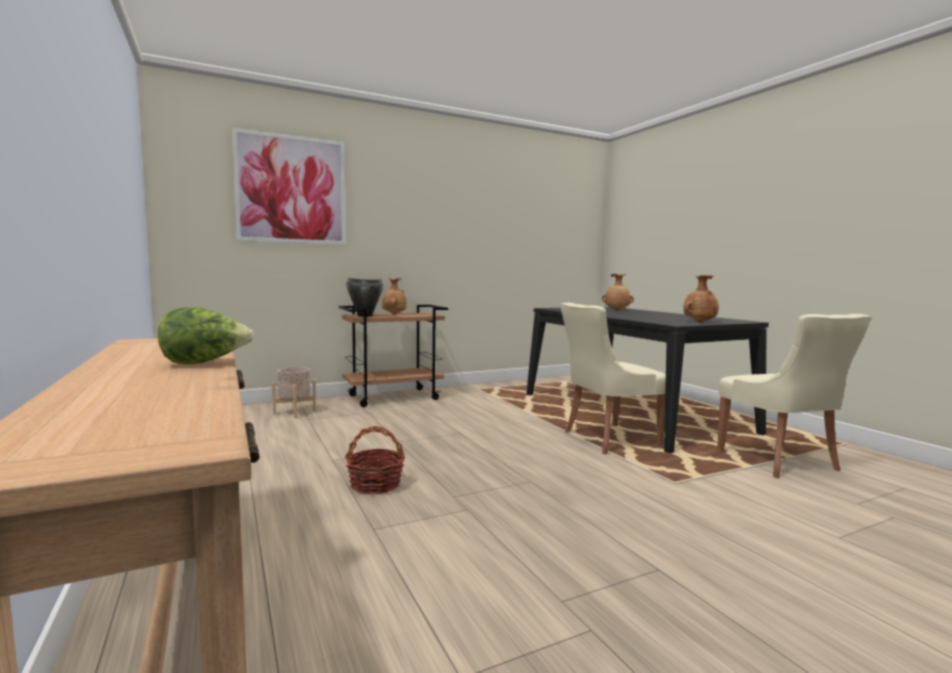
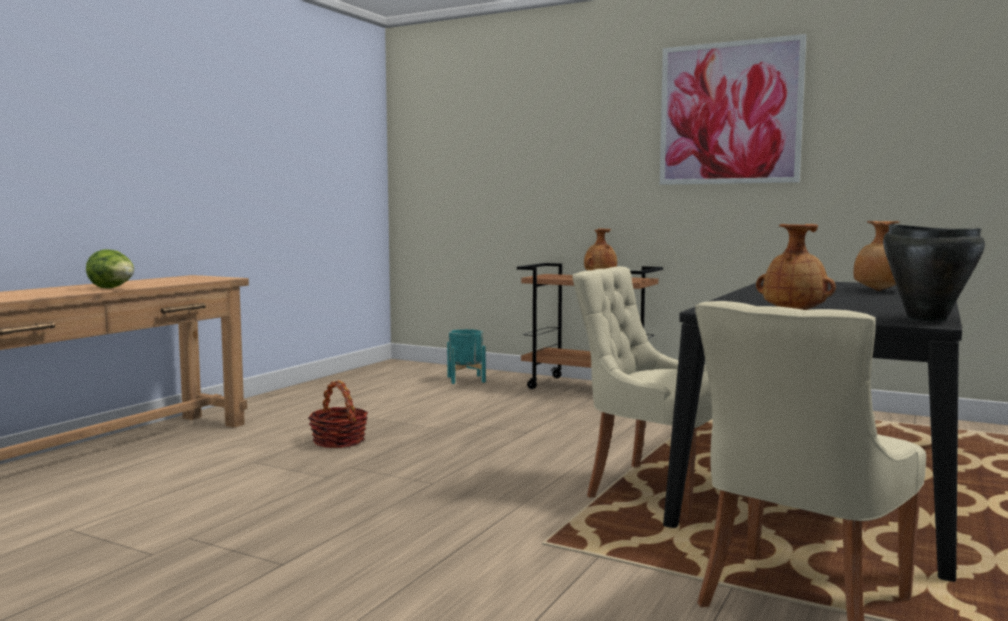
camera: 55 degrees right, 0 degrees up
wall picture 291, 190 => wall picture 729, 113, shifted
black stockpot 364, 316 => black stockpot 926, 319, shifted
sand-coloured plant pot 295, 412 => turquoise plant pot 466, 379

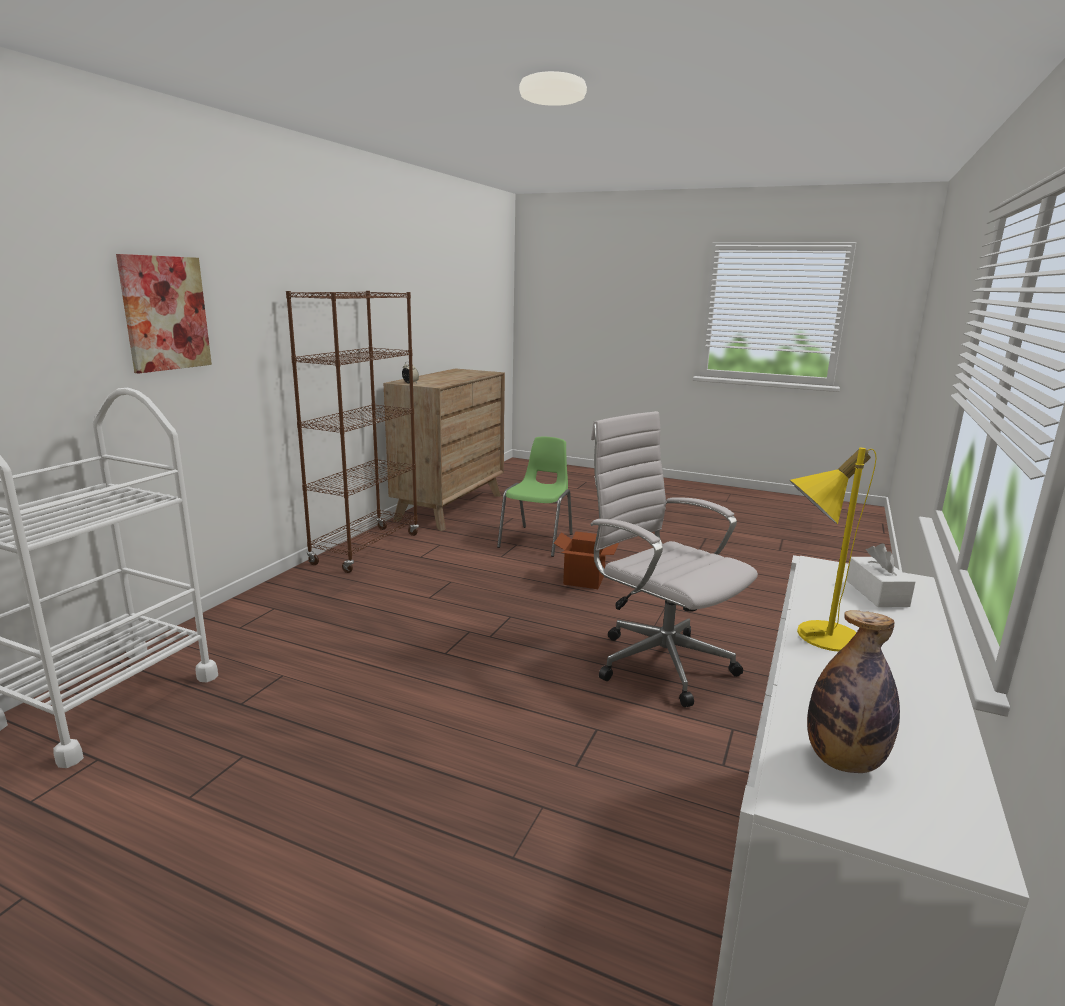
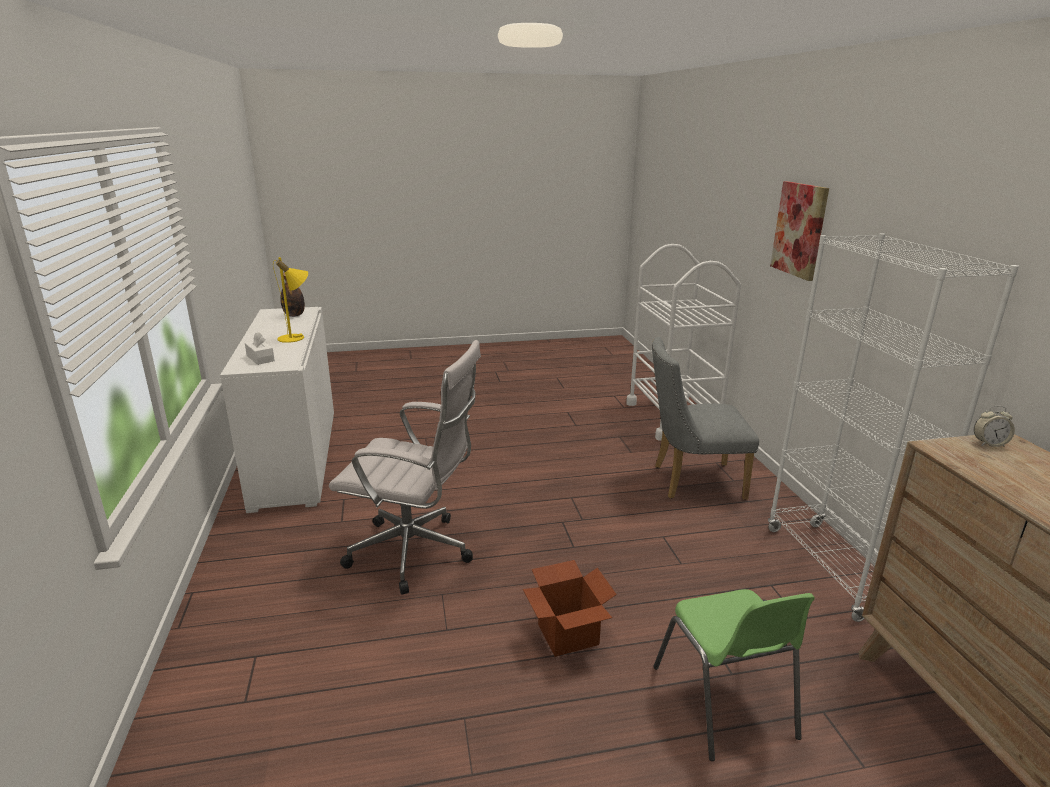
camera: 145 degrees right, 5 degrees up
nothing => gray plain chair 691, 481
brownish shelving unit 366, 549 => white-coloured shelving unit 834, 569

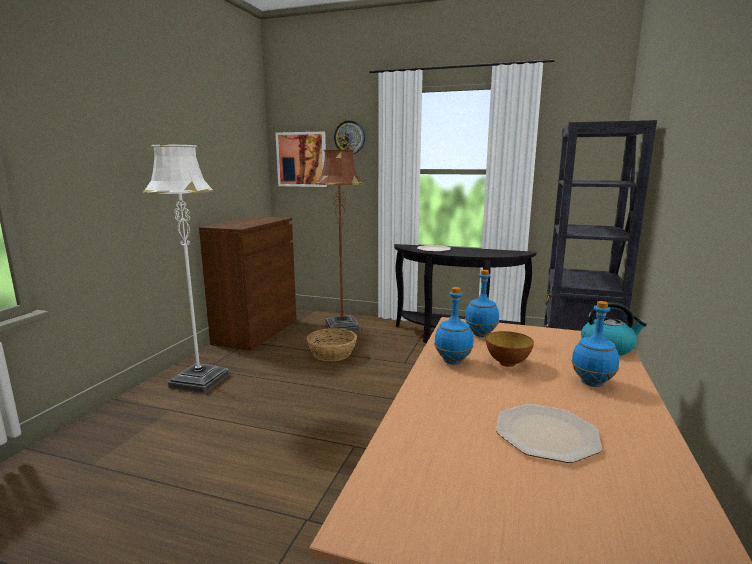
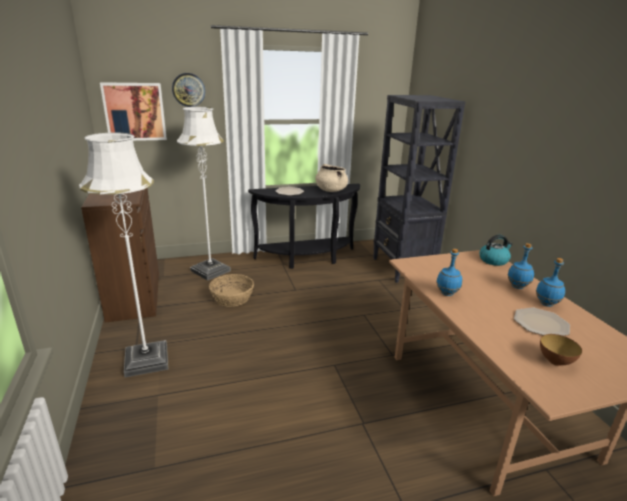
camera: 35 degrees left, 10 degrees up
nothing => sand-coloured stockpot 330, 190
bluish beverage bottle 481, 335 => bluish beverage bottle 547, 304, shifted
bowl 507, 363 => bowl 555, 361, shifted
brownish floor lamp 342, 327 => white-coloured floor lamp 210, 271

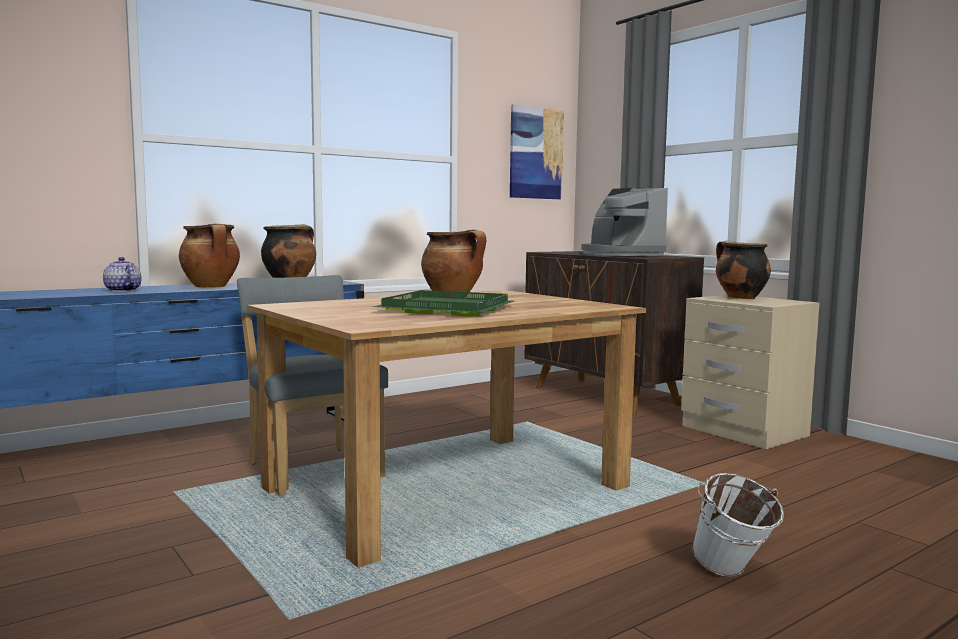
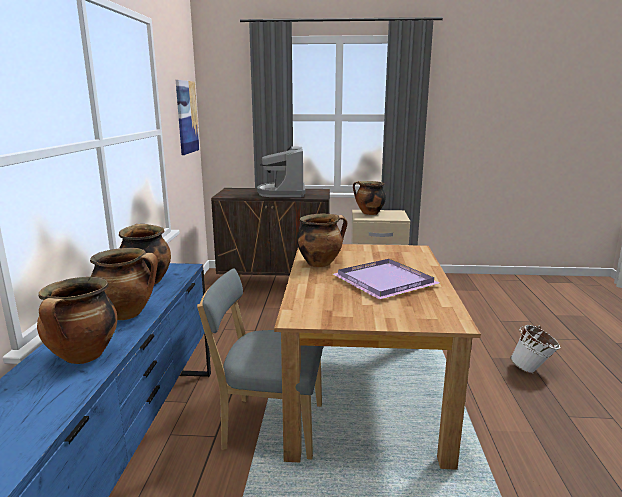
camera: 50 degrees left, 10 degrees up
pot for tea 122, 290 => stockpot 83, 357
green-coloured tray 445, 308 => purple tray 382, 281
coffee brewer 620, 254 => coffee brewer 283, 193, 75 degrees clockwise

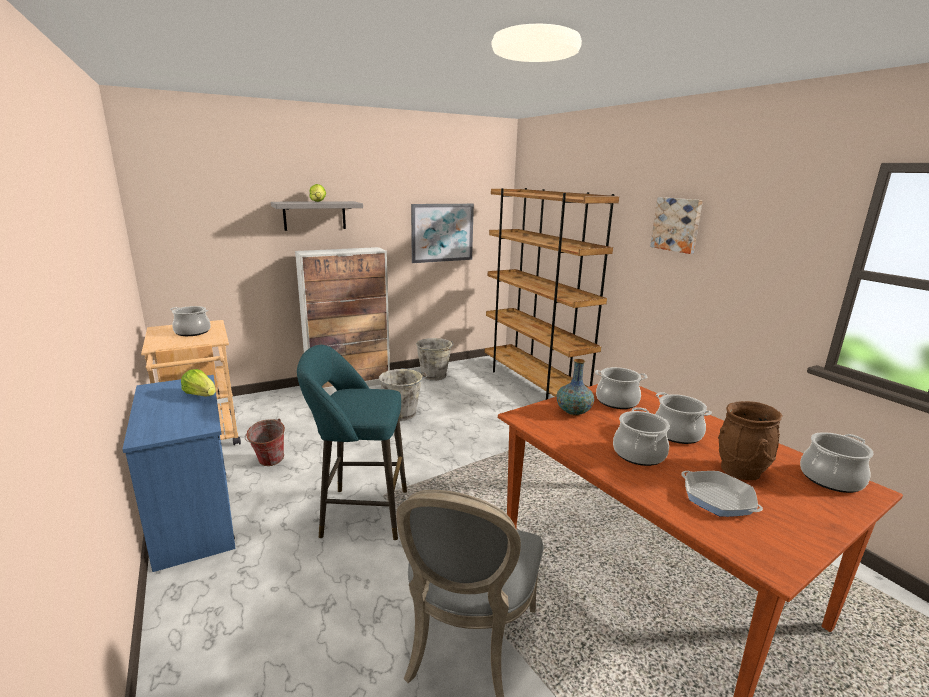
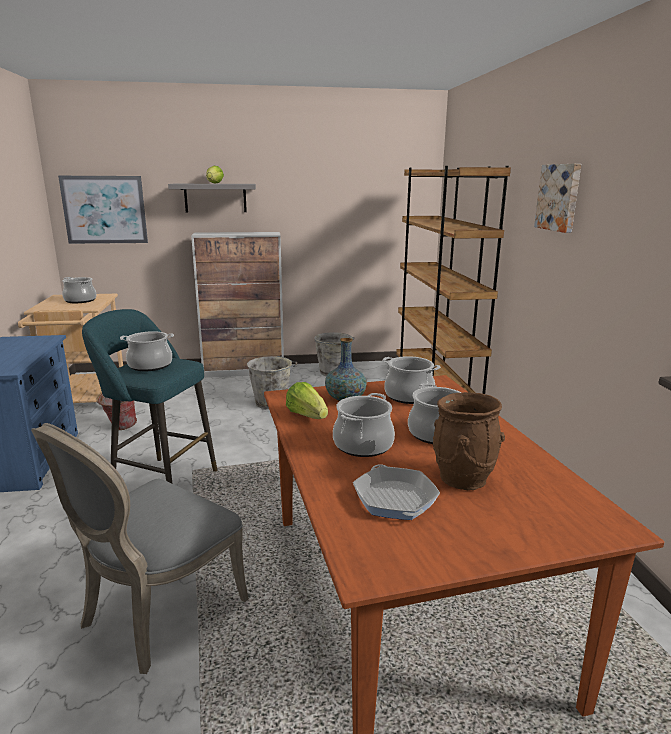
camera: 20 degrees right, 0 degrees up
lettuce 201, 395 => lettuce 307, 416, shifted
wall picture 442, 232 => wall picture 104, 210, shifted
stockpot 831, 479 => stockpot 150, 365, shifted

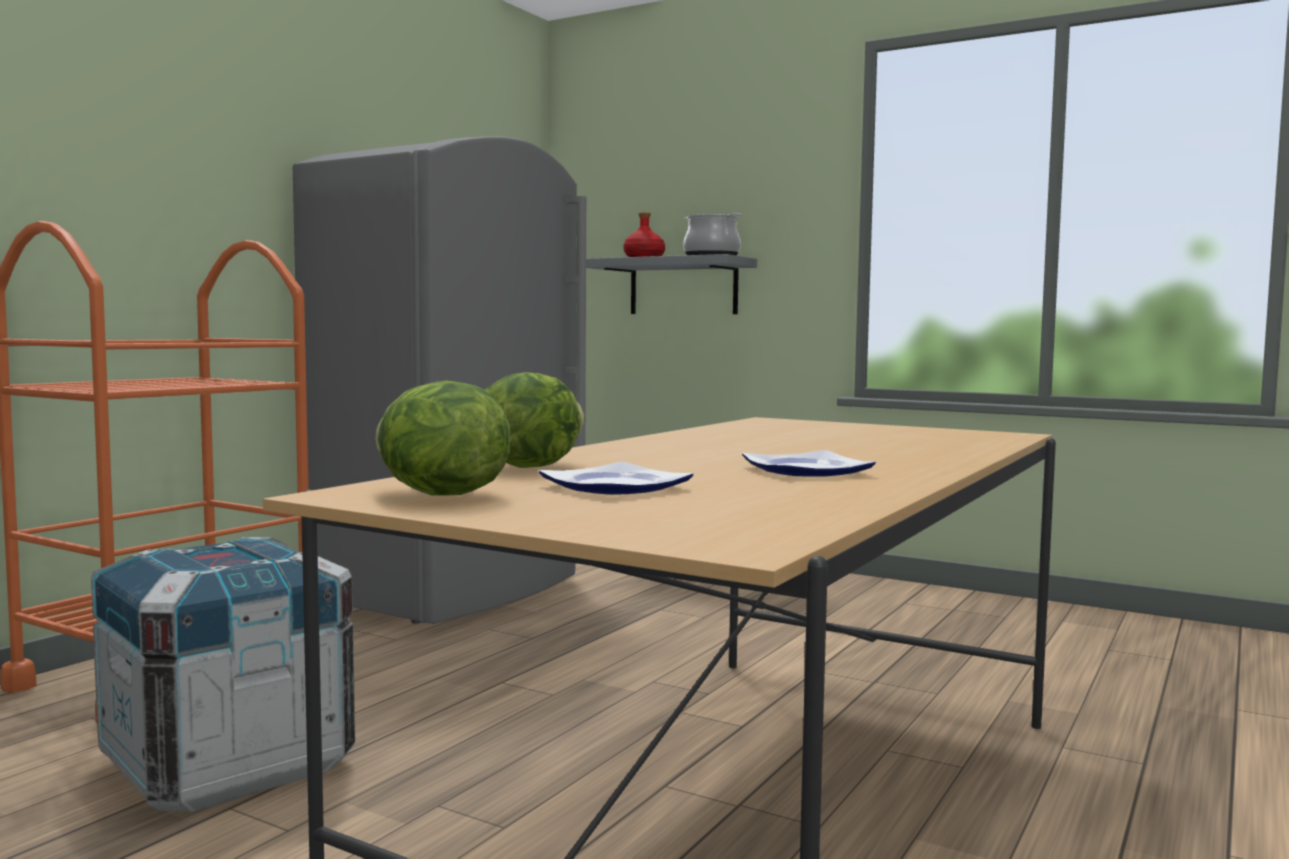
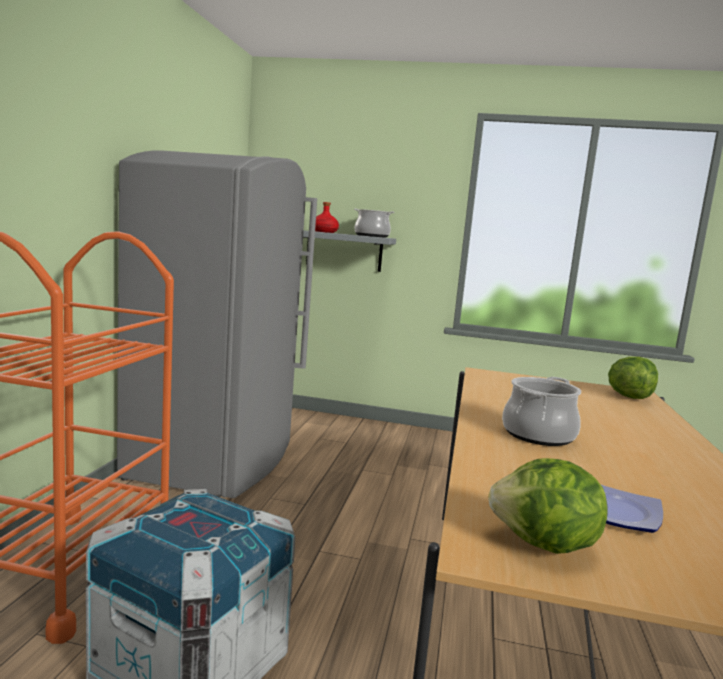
camera: 20 degrees left, 5 degrees up
plate 809, 471 => nothing
nothing => stockpot 538, 435
lettuce 527, 466 => lettuce 629, 397, shifted

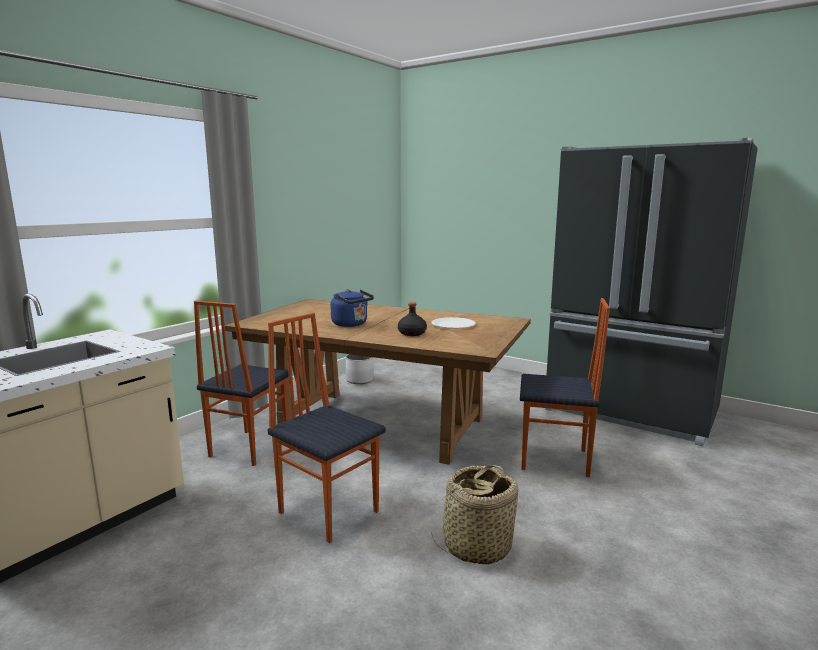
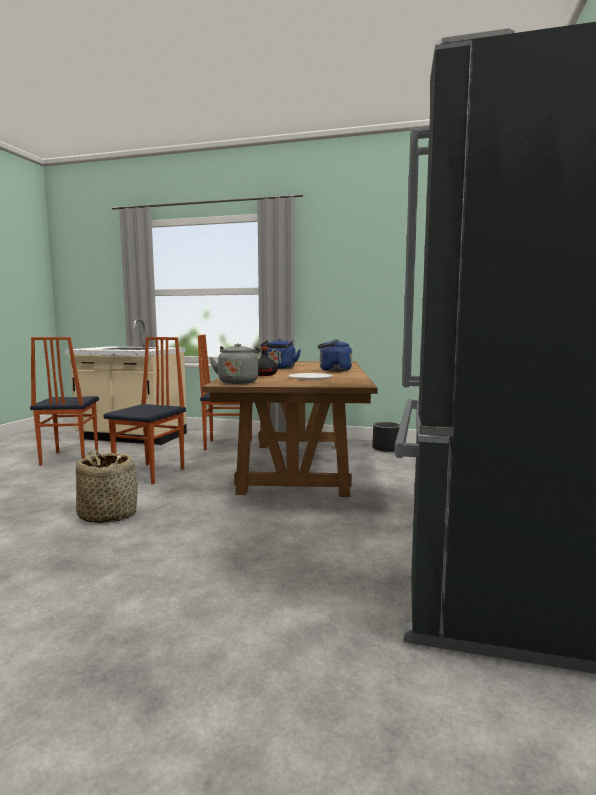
camera: 70 degrees right, 5 degrees down
nothing => gray kettle 238, 382
nothing => bluish kettle 333, 371
plain chair 555, 460 => plain chair 68, 458, shifted
white-coloured plant pot 360, 380 => black plant pot 386, 449

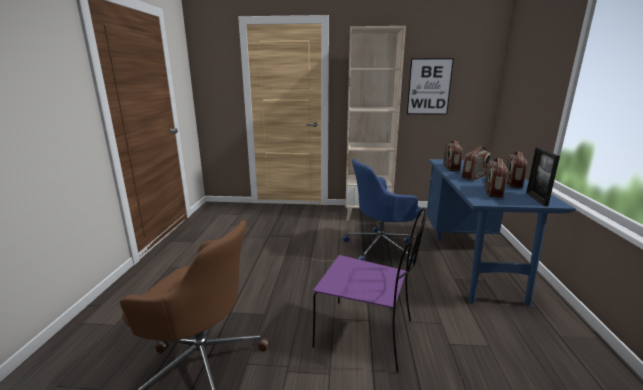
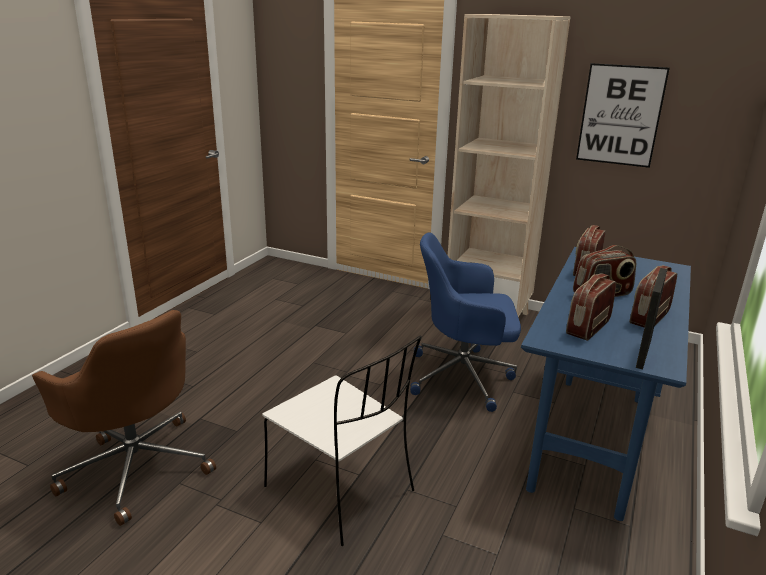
camera: 20 degrees right, 5 degrees up
purple plain chair 366, 334 => white-coloured plain chair 342, 490

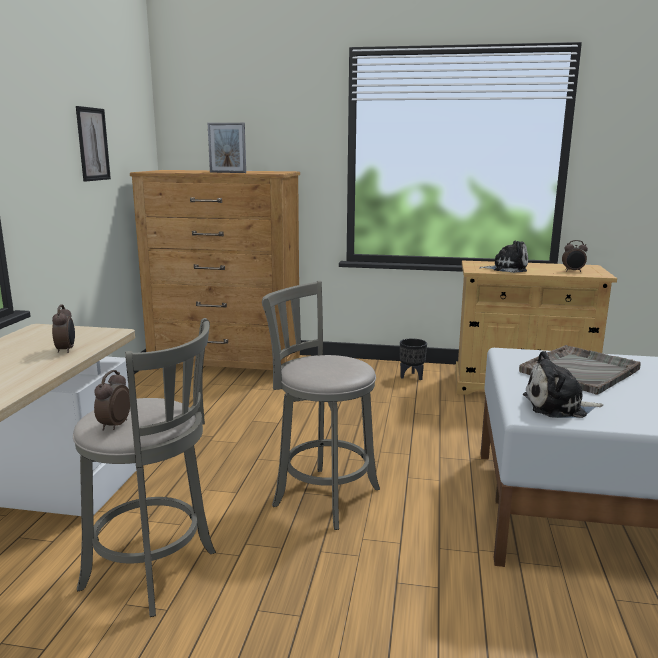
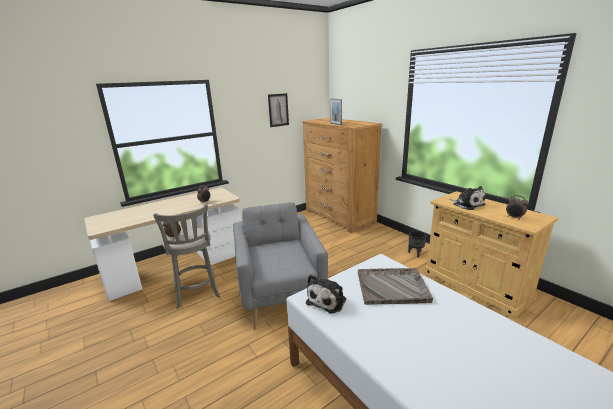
camera: 45 degrees right, 5 degrees up
gray sitting stool 322, 495 => gray lounge chair 280, 294
plush toy 558, 406 => plush toy 328, 300, 105 degrees counterclockwise

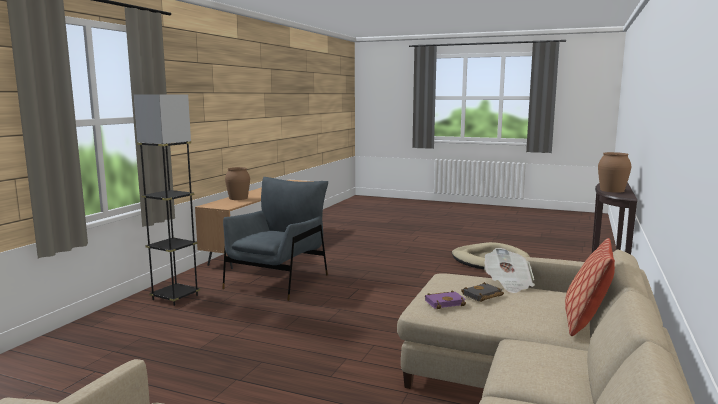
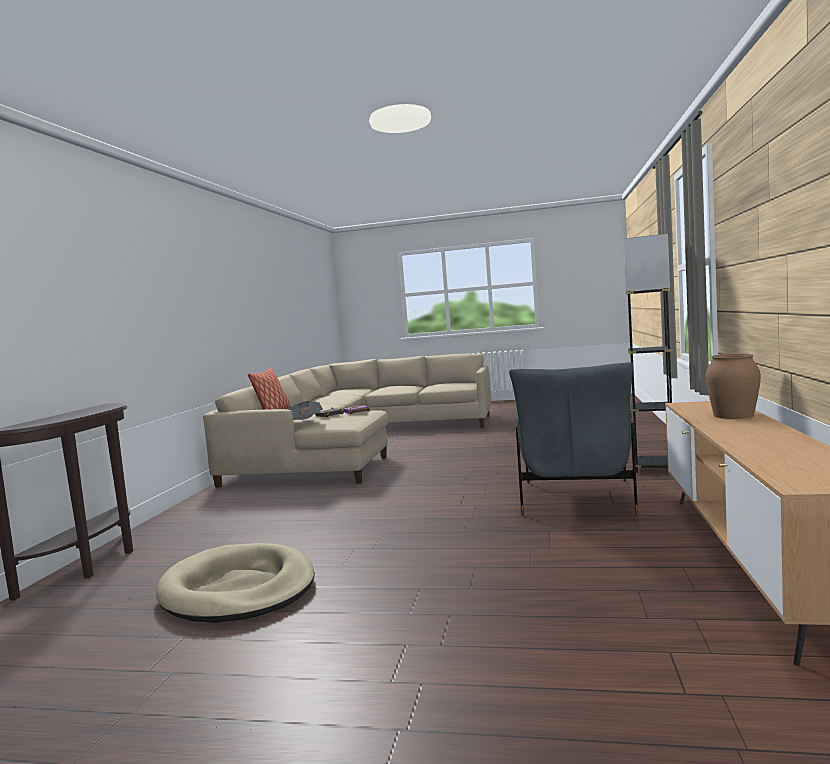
camera: 170 degrees right, 5 degrees down
brownish decorative vase 612, 190 => nothing

